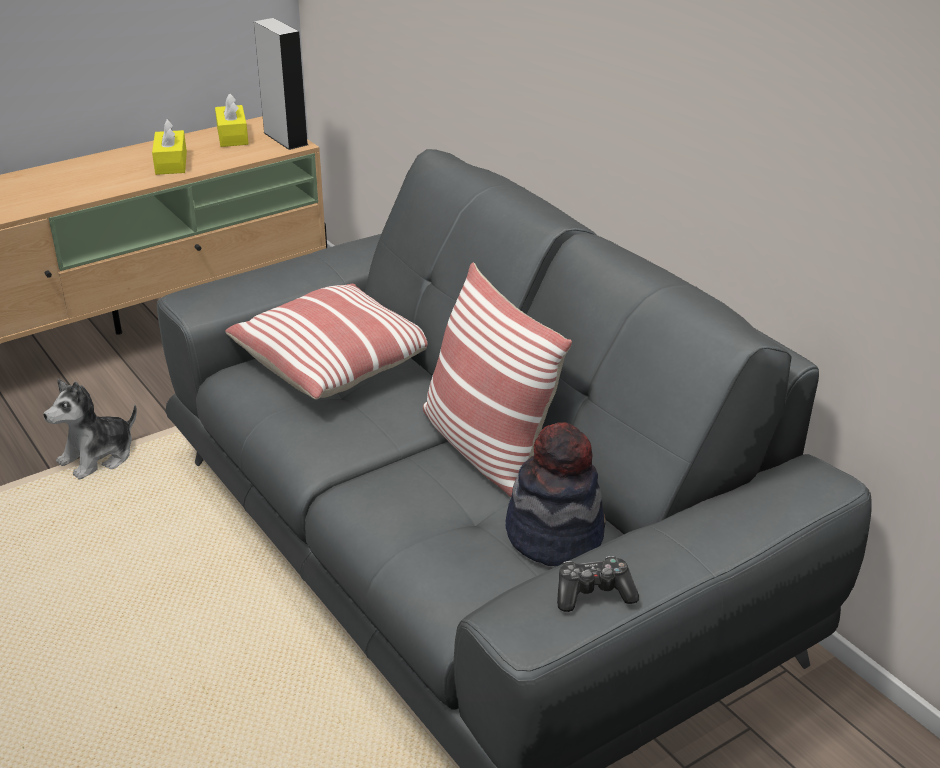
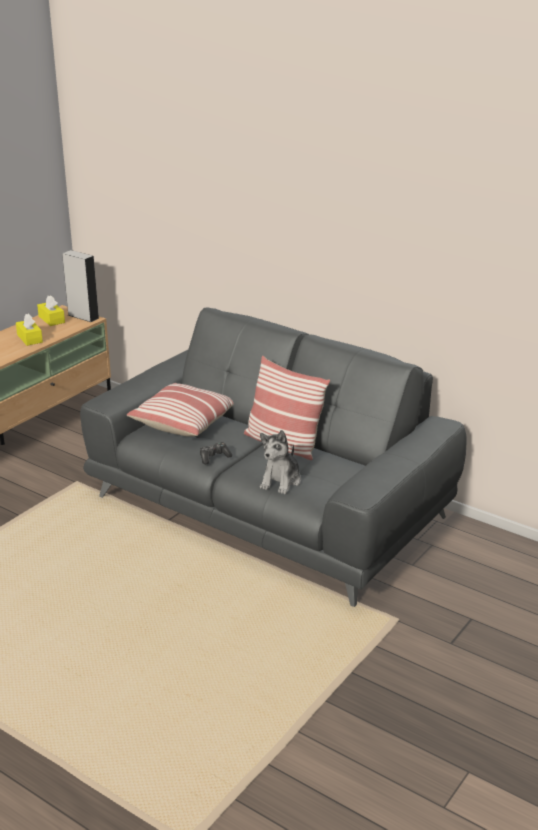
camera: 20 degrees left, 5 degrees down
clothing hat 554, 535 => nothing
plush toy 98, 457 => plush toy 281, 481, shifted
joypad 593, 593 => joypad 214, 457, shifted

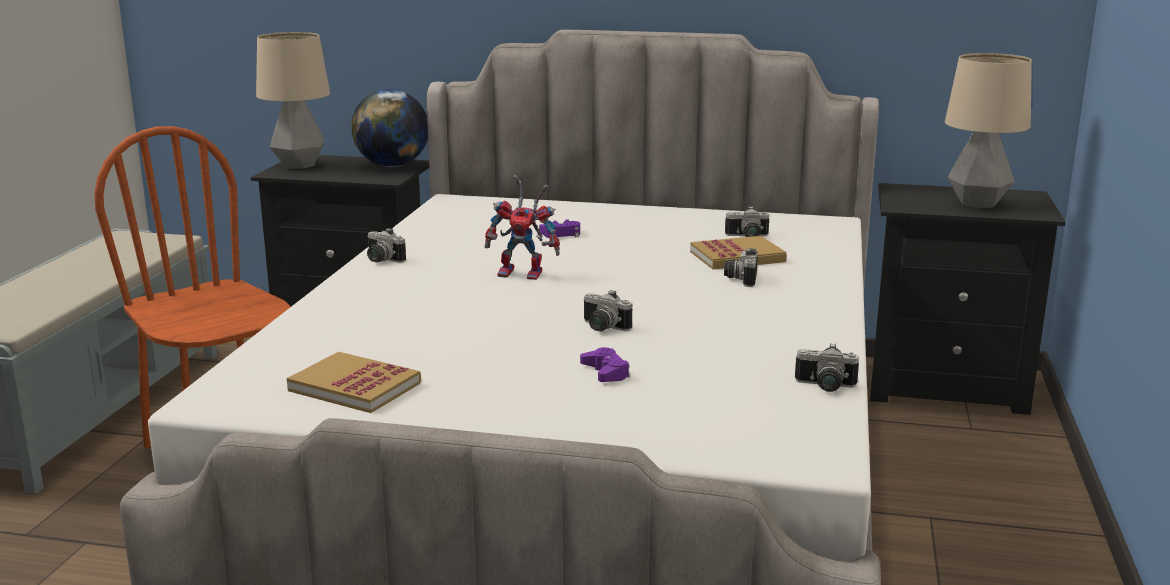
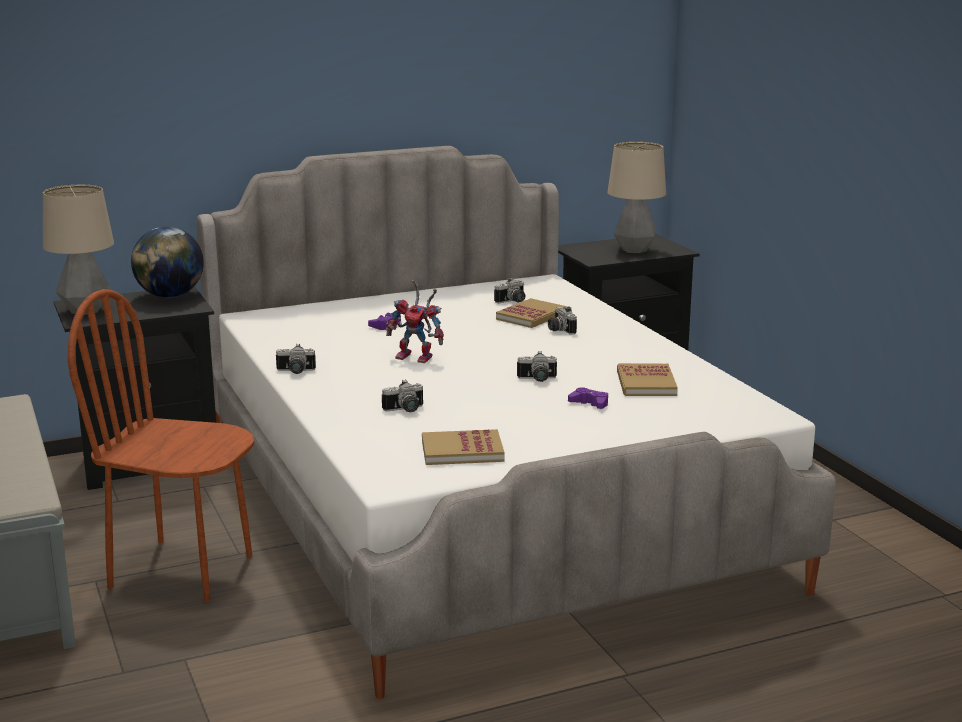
camera: 35 degrees left, 0 degrees up
nothing => bound book 646, 383
photo camera 824, 387 => photo camera 405, 410, shifted
model robot 525, 273 => model robot 418, 357, 45 degrees clockwise

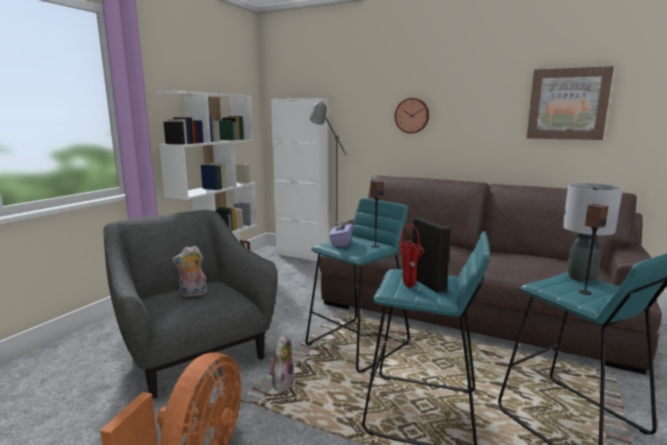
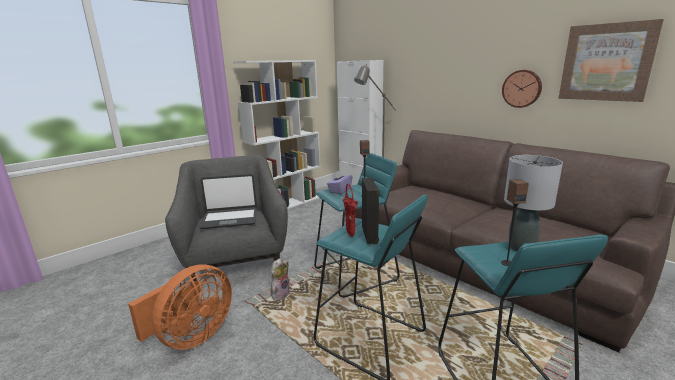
camera: 20 degrees right, 5 degrees up
hanging clock 412, 115 => hanging clock 522, 88, shifted
plush toy 193, 294 => portable computer 230, 219

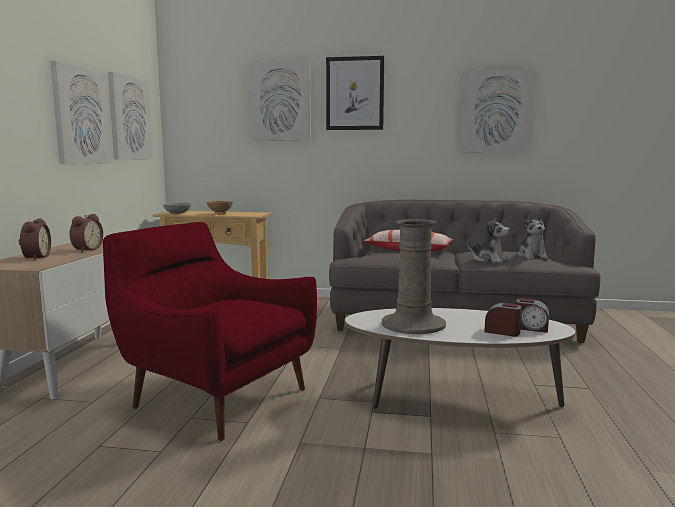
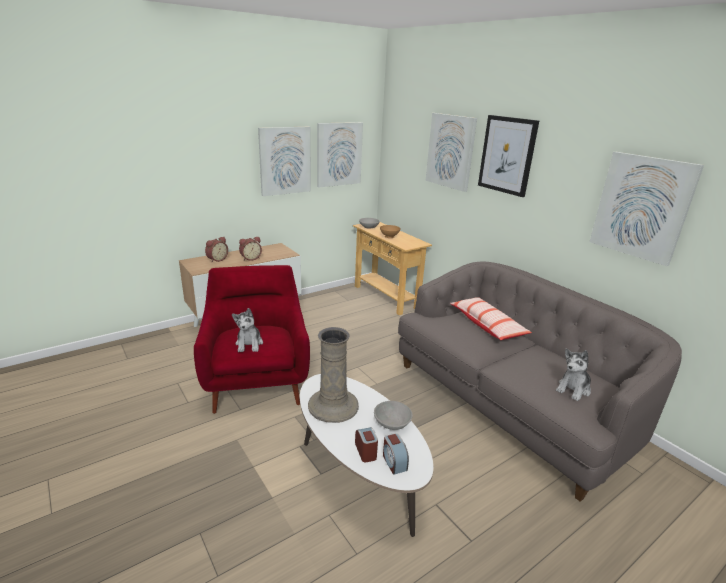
camera: 45 degrees right, 15 degrees up
nothing => gray bowl 392, 423
plush toy 488, 260 => plush toy 249, 344, shifted

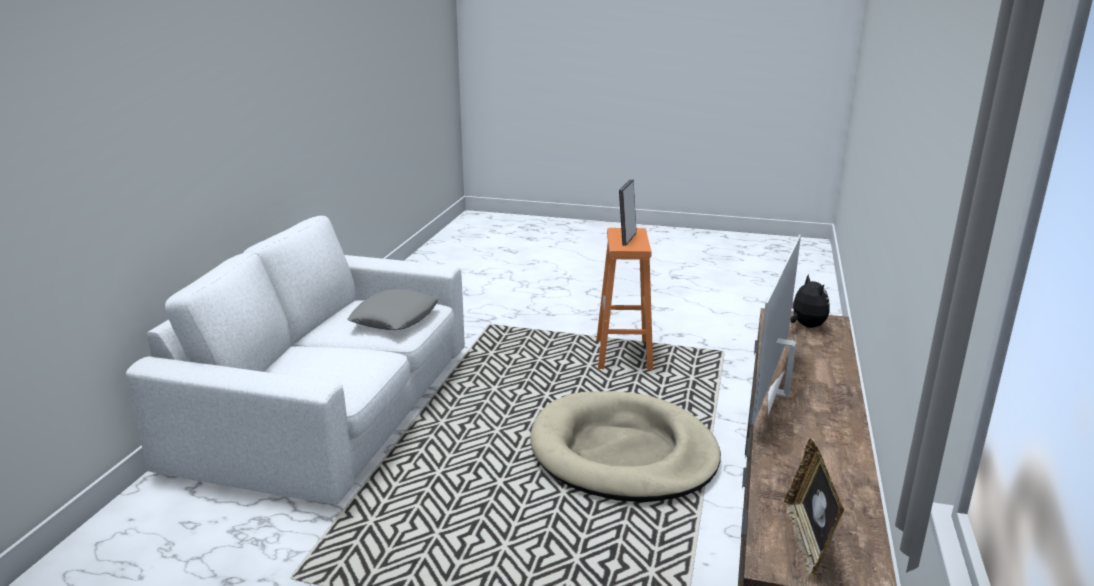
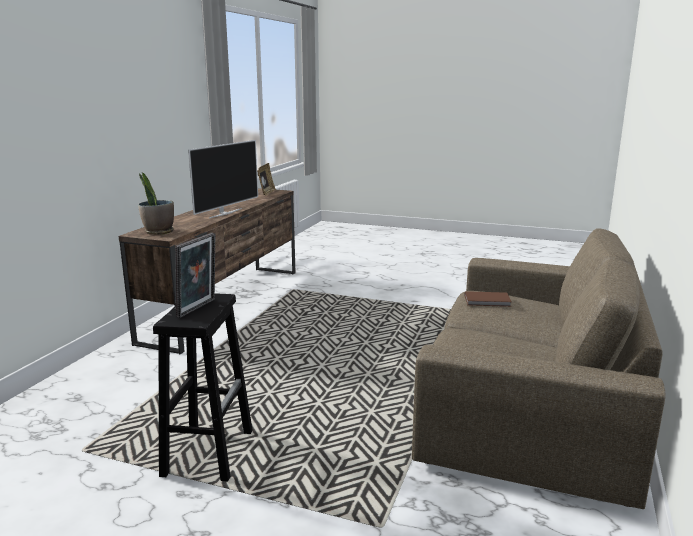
camera: 175 degrees left, 5 degrees down
gray pillow 395, 317 => nothing
sand-coloured dog bed 623, 453 => nothing
nothing => brownish bound book 488, 301
plush toy 806, 326 => houseplant 158, 232
white-coloured sofa 331, 407 => brownish sofa 529, 401
orange sitting stool 624, 355 => black sitting stool 208, 451

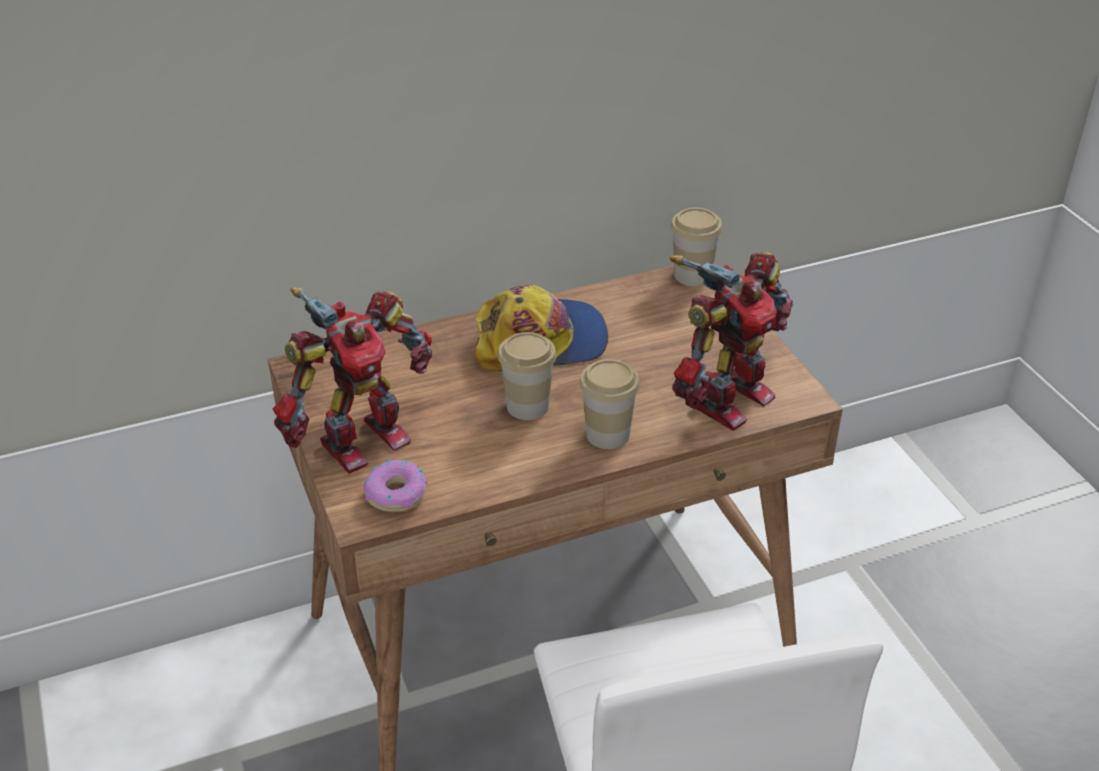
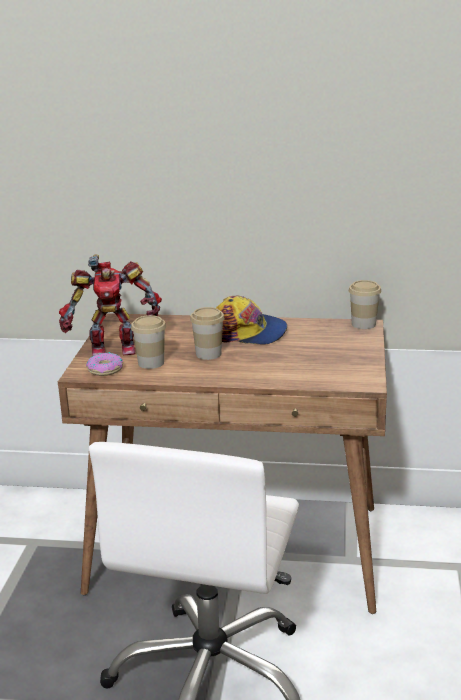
camera: 30 degrees right, 15 degrees down
model robot 727, 399 => nothing
drinking cup 607, 434 => drinking cup 151, 363, shifted

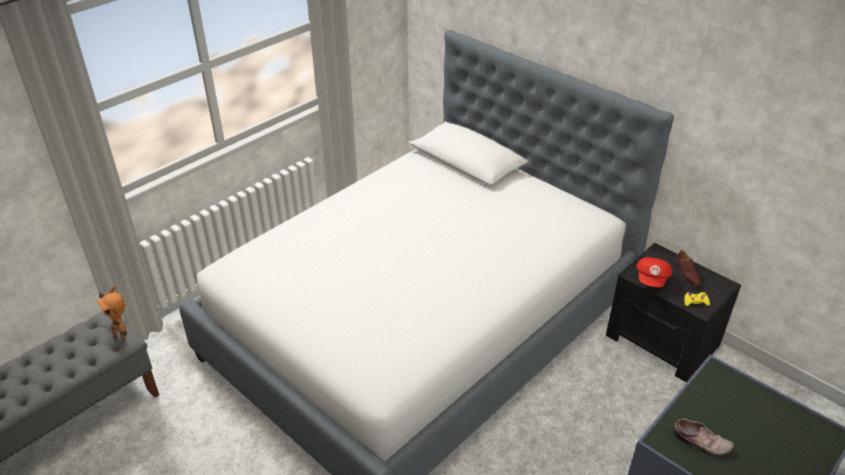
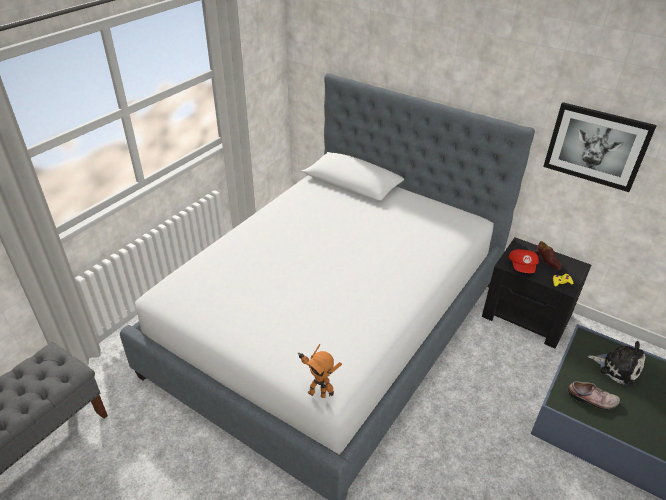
camera: 10 degrees left, 0 degrees up
nothing => wall picture 596, 146
nothing => plush toy 617, 367
model robot 121, 333 => model robot 317, 392, shifted

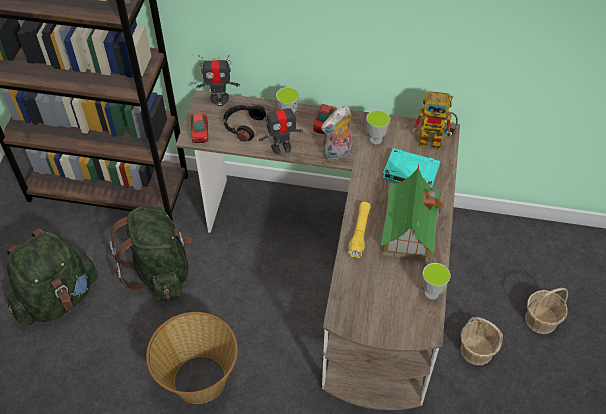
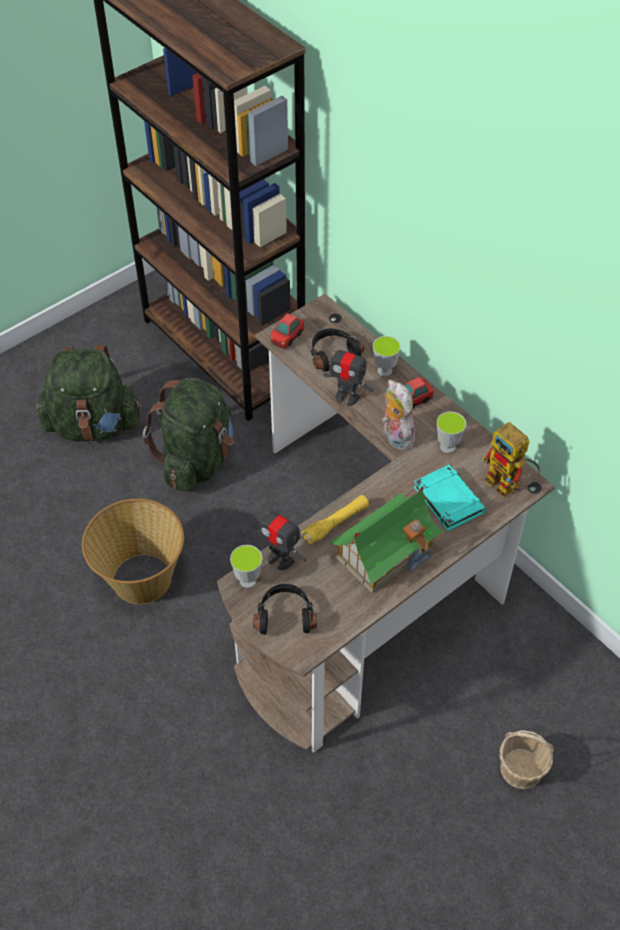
camera: 40 degrees right, 0 degrees up
storage basket 476, 350 => nothing
nothing => black headphones 285, 615
model robot 219, 98 => model robot 280, 559, shifted
drinking cup 431, 293 => drinking cup 248, 580, shifted
plush toy 337, 153 => plush toy 395, 436, 60 degrees clockwise

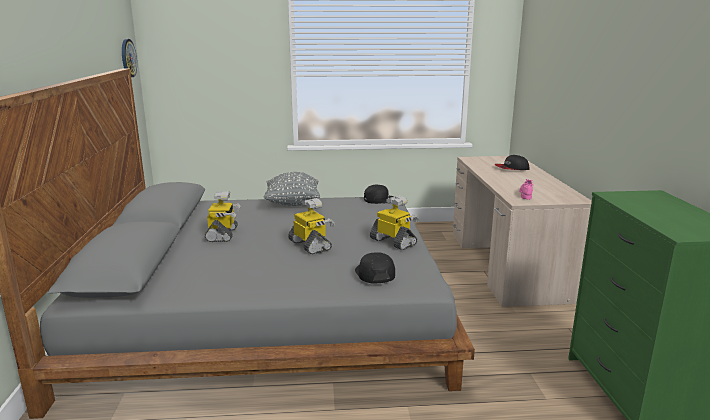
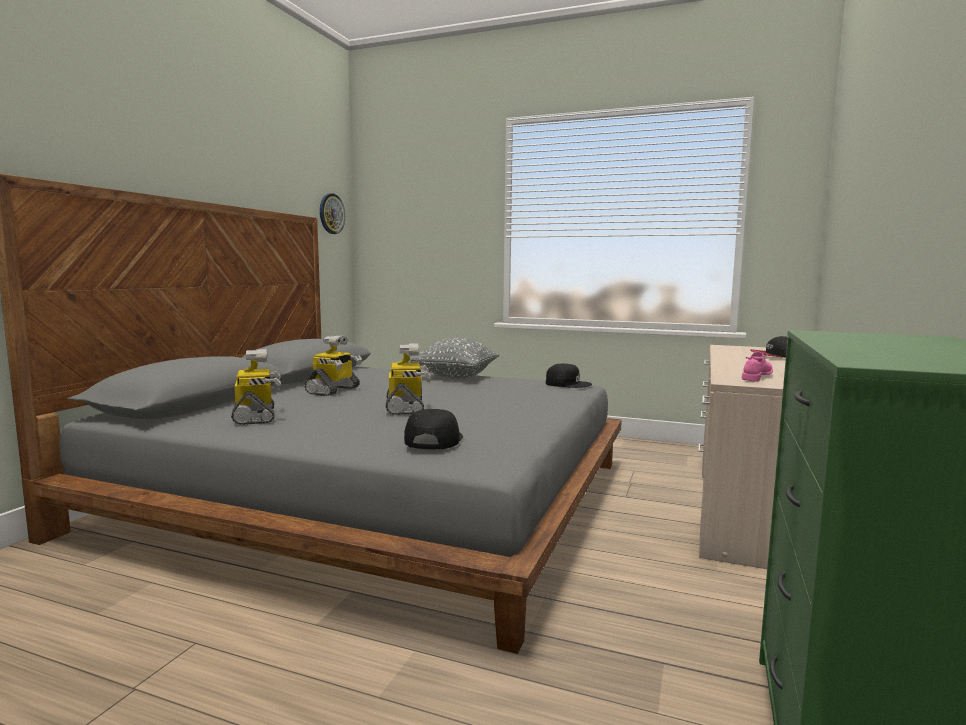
camera: 25 degrees right, 10 degrees down
model robot 394, 242 => model robot 256, 417, shifted

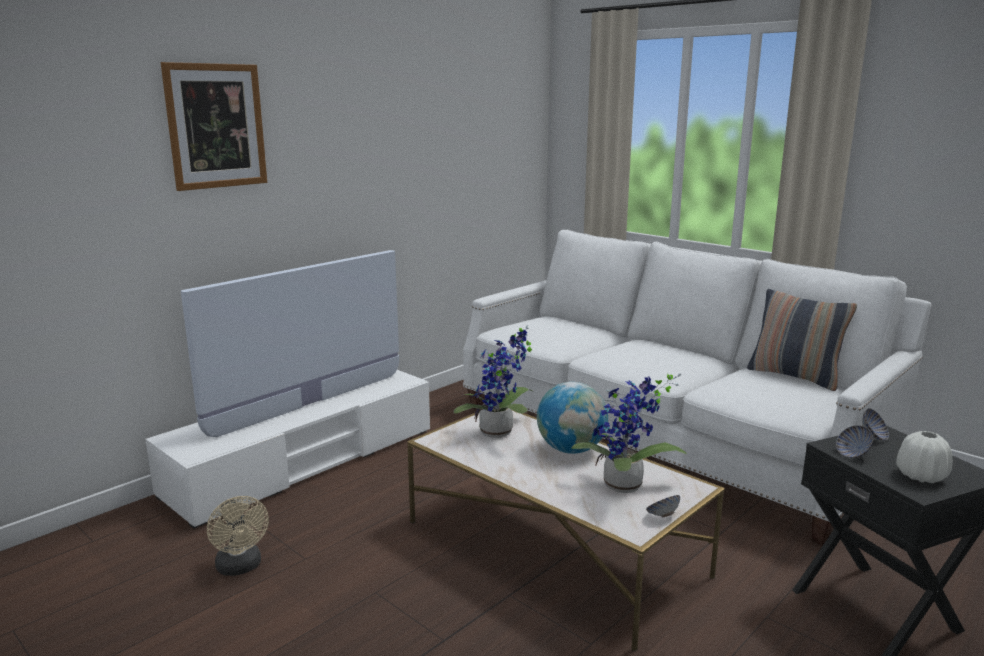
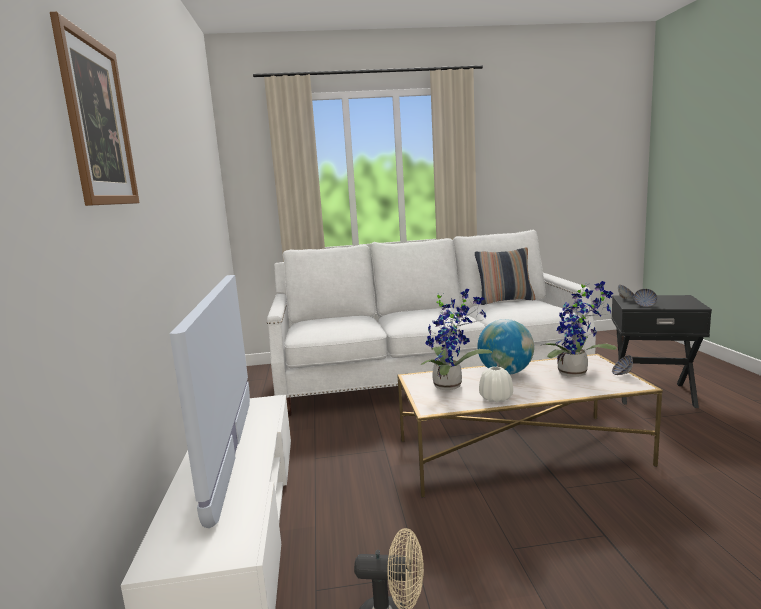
camera: 50 degrees left, 5 degrees down
white-coloured decorative vase 921, 476 => white-coloured decorative vase 496, 398, shifted

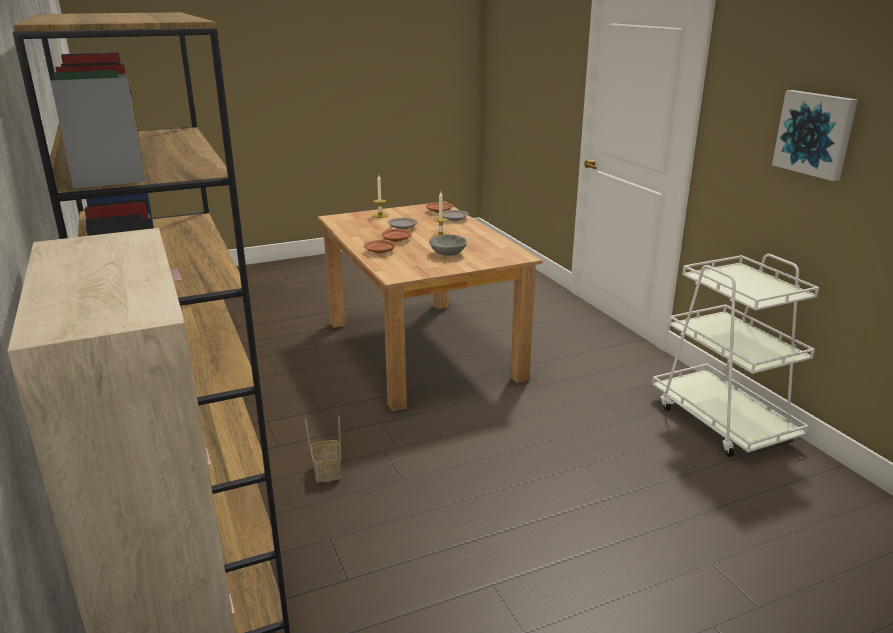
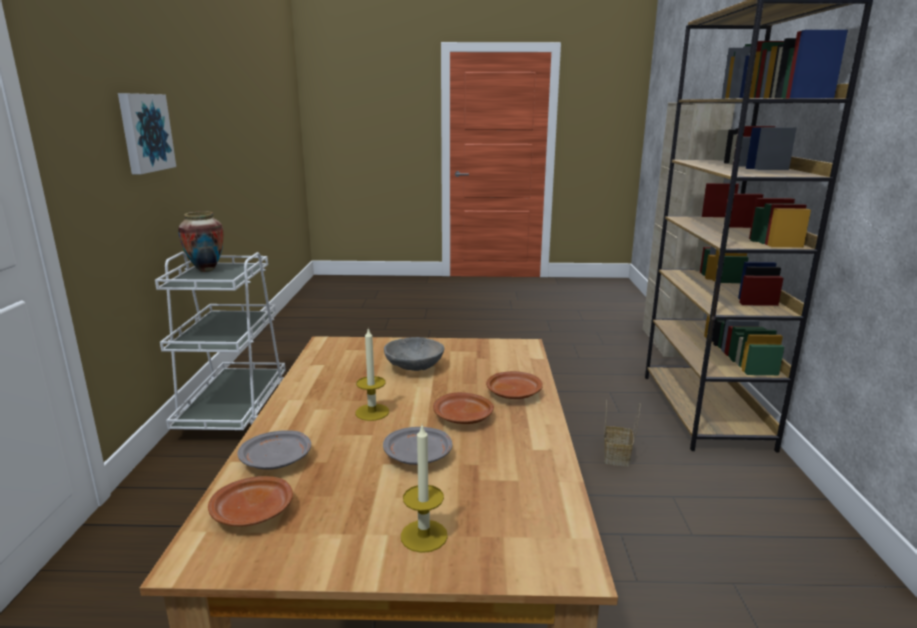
camera: 155 degrees left, 5 degrees down
nothing => decorative vase 206, 270

